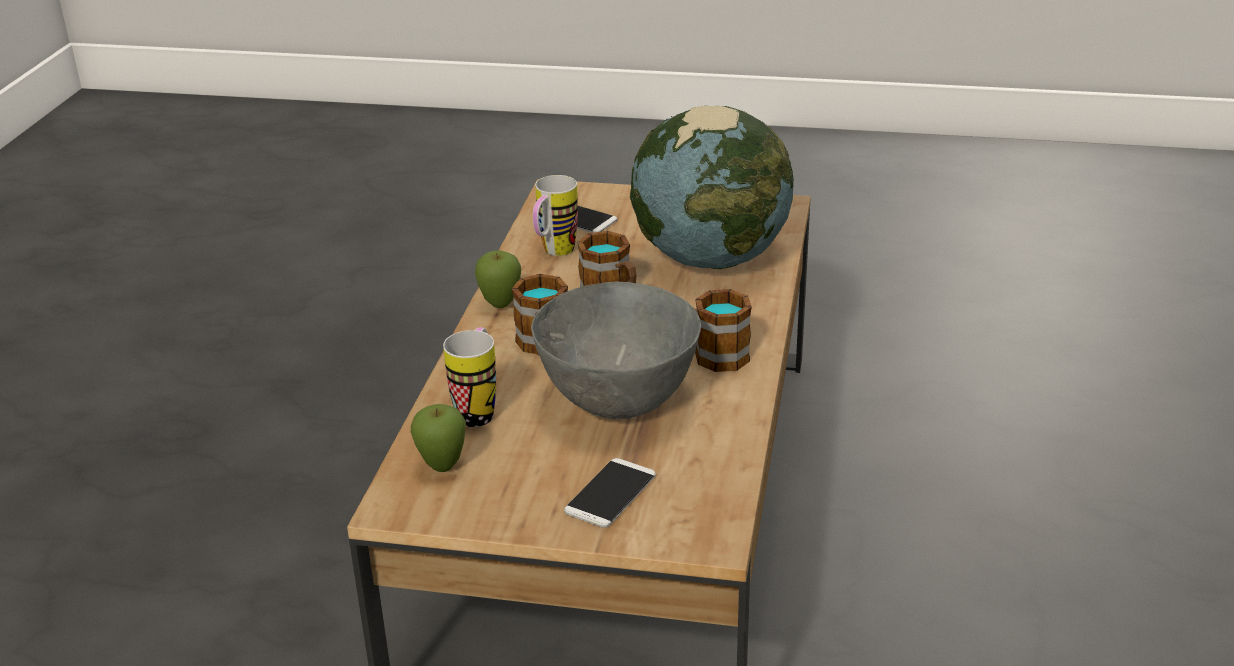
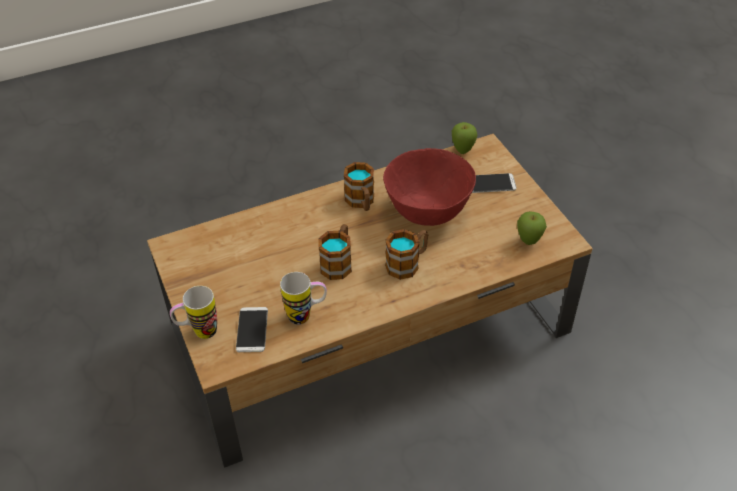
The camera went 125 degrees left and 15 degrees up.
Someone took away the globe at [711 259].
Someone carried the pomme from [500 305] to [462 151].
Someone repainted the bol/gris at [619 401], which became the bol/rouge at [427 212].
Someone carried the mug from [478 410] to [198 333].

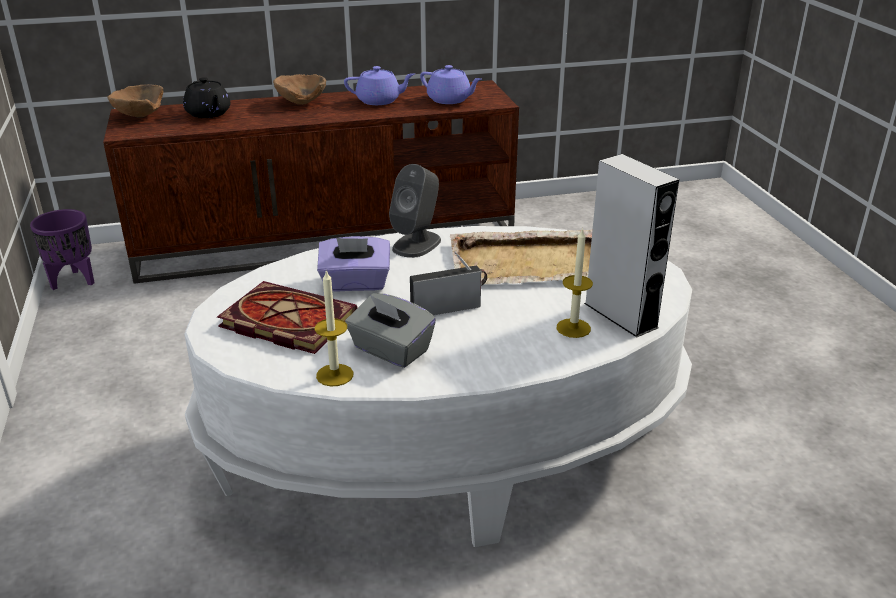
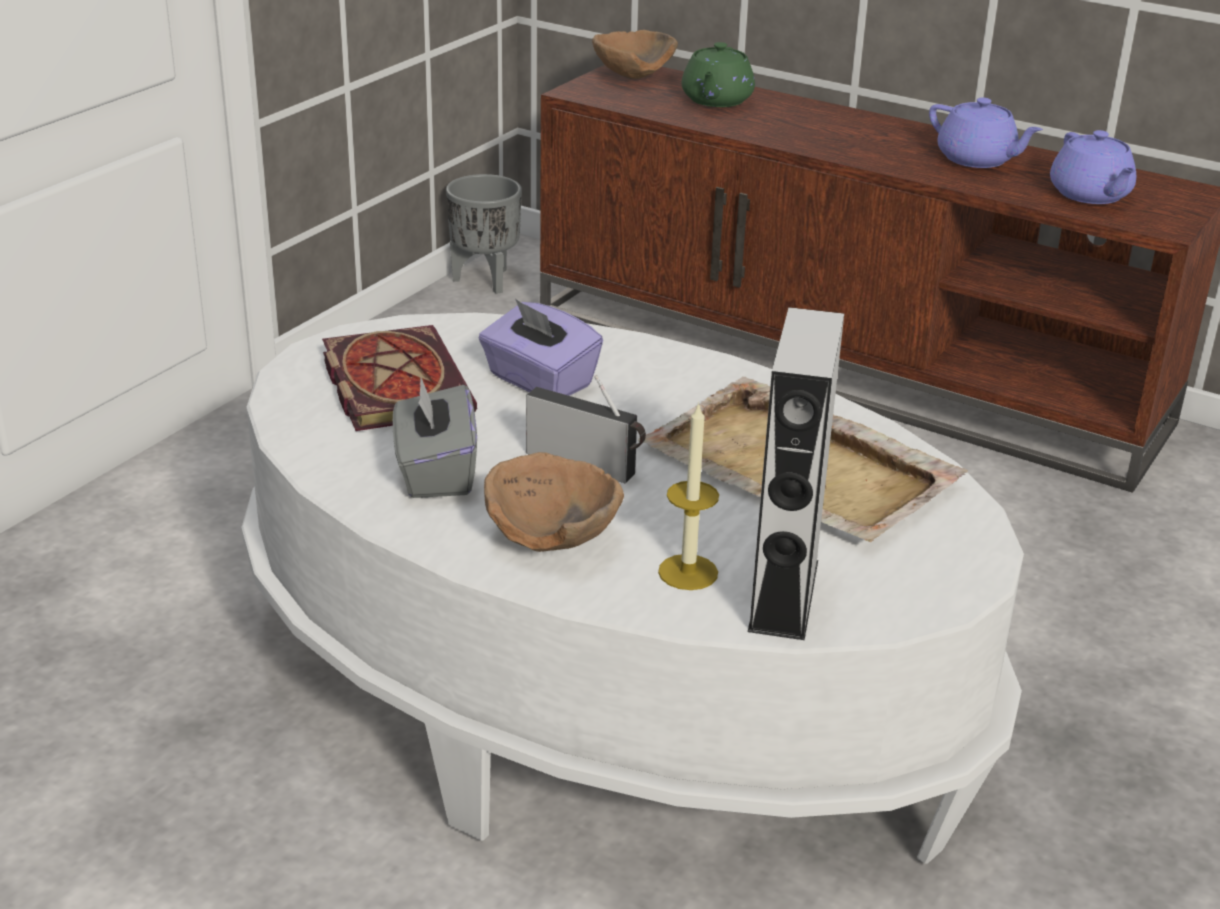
The camera went 45 degrees right and 0 degrees up.
Someone carried the bol/marron from [302 102] to [555 539].
Someone repainted the théière/noir at [208 114], which became the théière/vert at [716 100].
Someone took away the enceinte/gris at [417 244].
Someone repainted the cache-pot/violet at [73 281], which became the cache-pot/gris at [484 280].
Someone took away the bougie at [334 375].

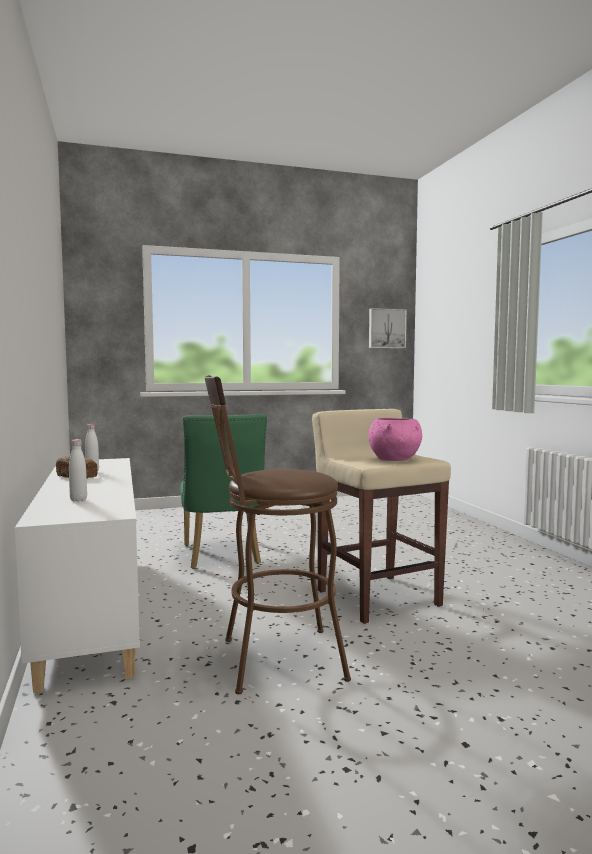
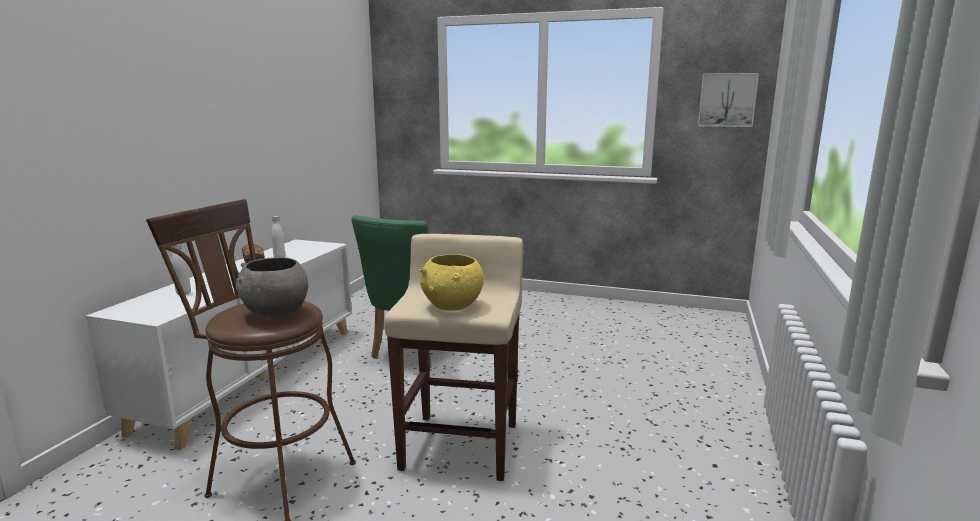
The camera went 35 degrees right and 10 degrees up.
Someone repainted the bol/rose at [395 460], which became the bol/jaune at [452 306].
Someone put down the bol/gris at [275 313].

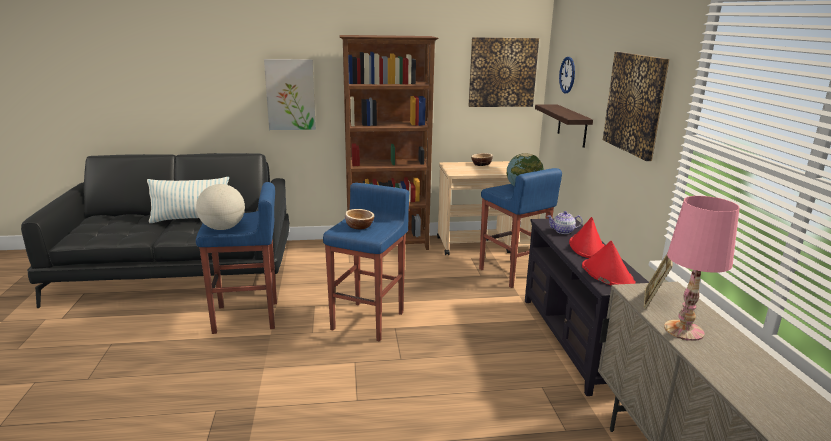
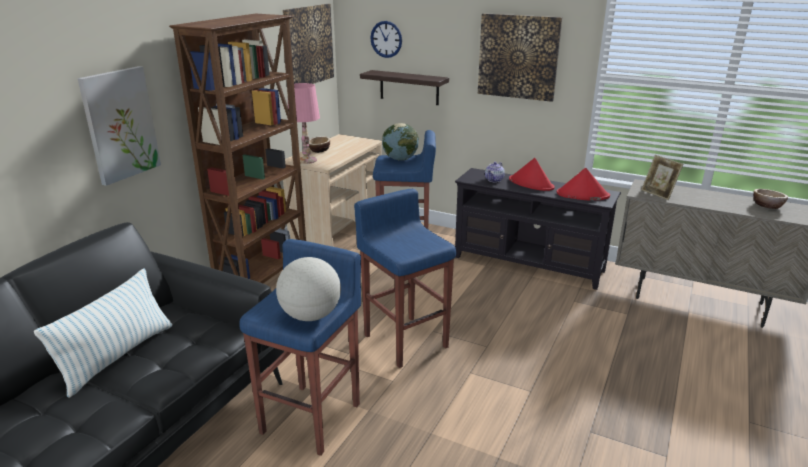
The camera went 55 degrees left and 5 degrees up.
Someone carried the lampe de table/rose from [684 330] to [307 160].
Someone carried the bol from [359 226] to [767 206].

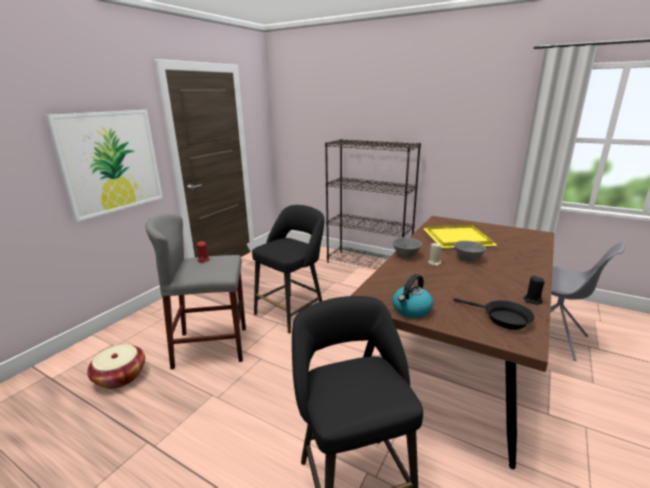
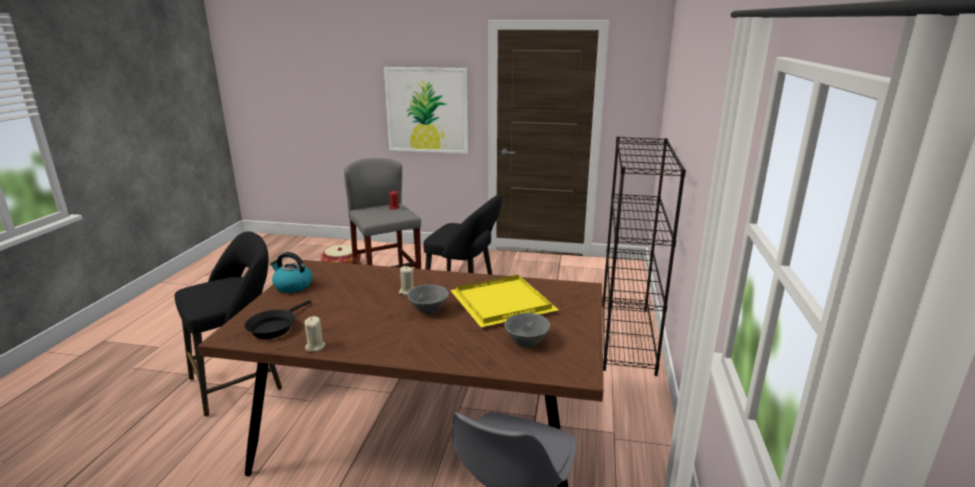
The camera went 70 degrees right and 0 degrees up.
Someone carried the bol/gris from [405 255] to [525 342].
Someone repainted the bougie/noir at [532 300], which became the bougie/beige at [315 346].

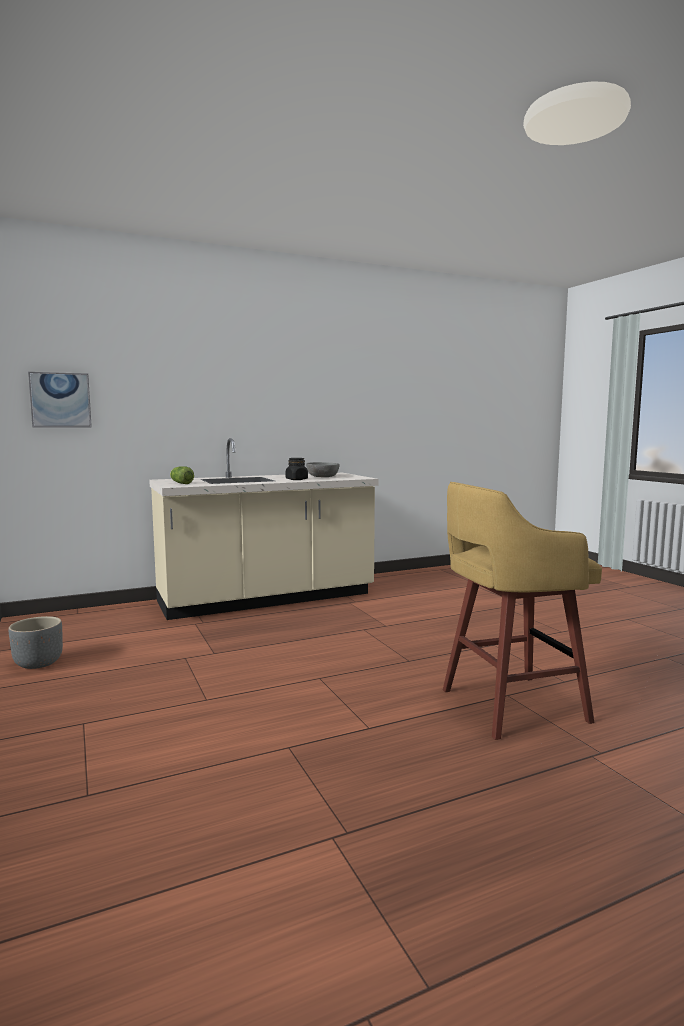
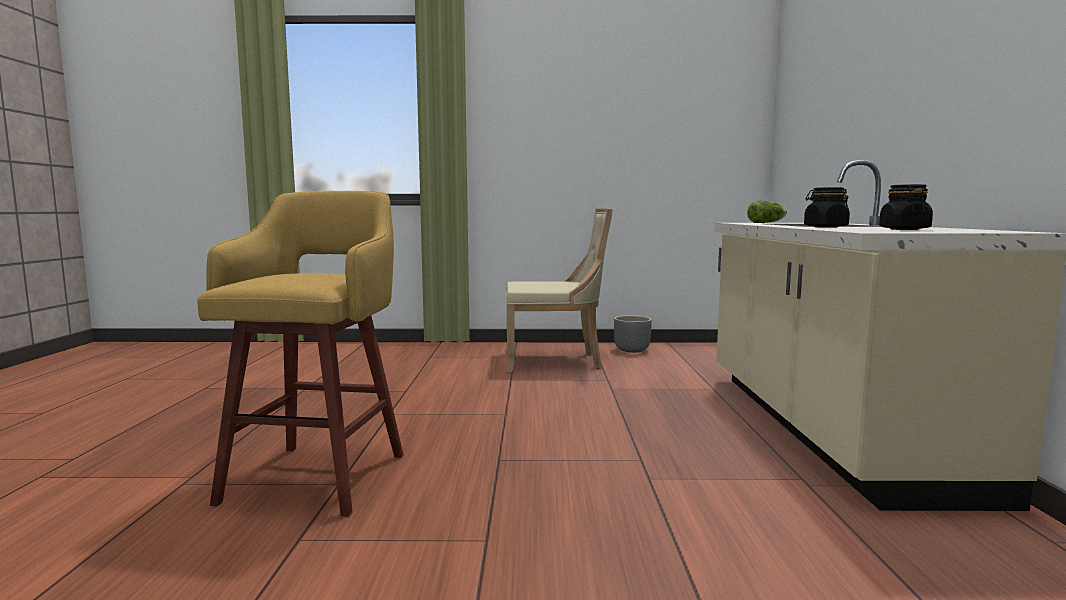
The camera went 115 degrees right and 0 degrees up.
Someone took away the tableau at [60 400].
Someone swapped the bol/gris at [323 476] for the bocal/noir at [904 229].
Someone put down the chaise/beige at [556 361].

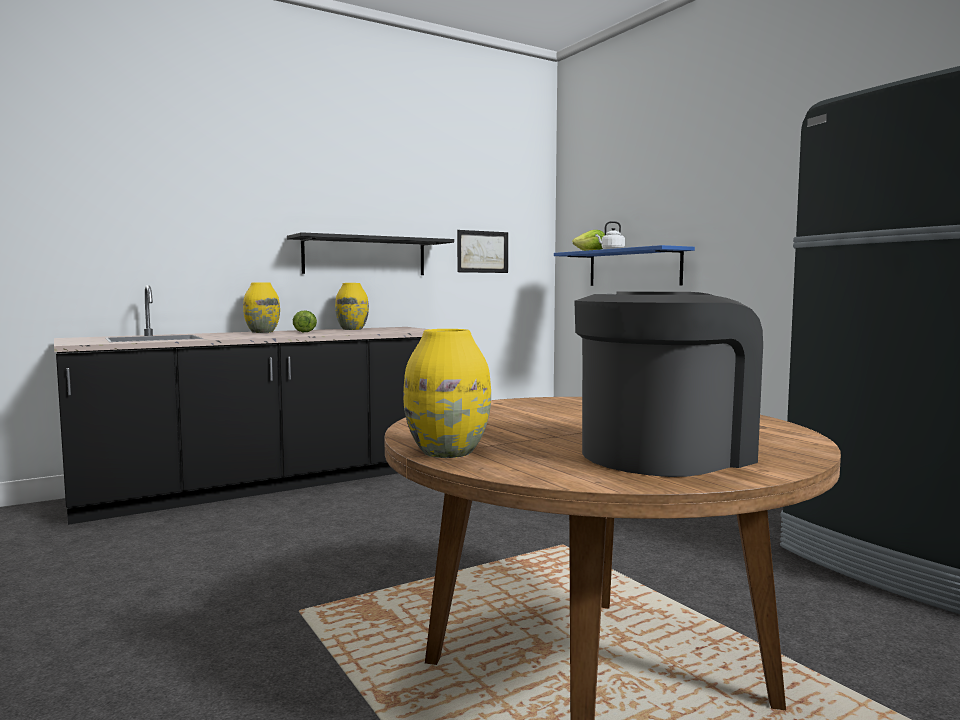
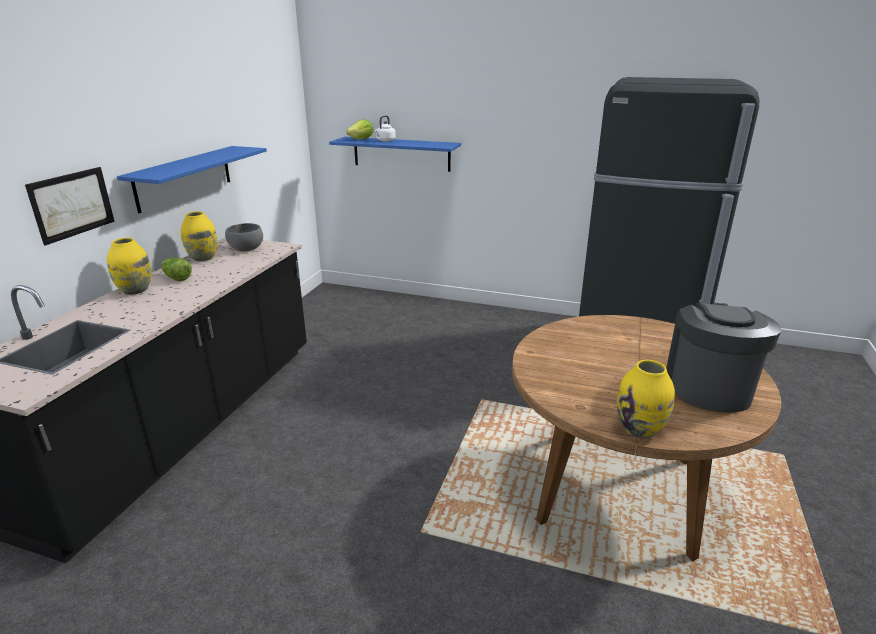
The camera went 40 degrees left and 20 degrees up.
Someone carried the tableau from [482 252] to [72 204].
Someone repainted the étagère/noir at [365 256], which became the étagère/bleu at [184 177].
Someone put down the bol/gris at [246 248].

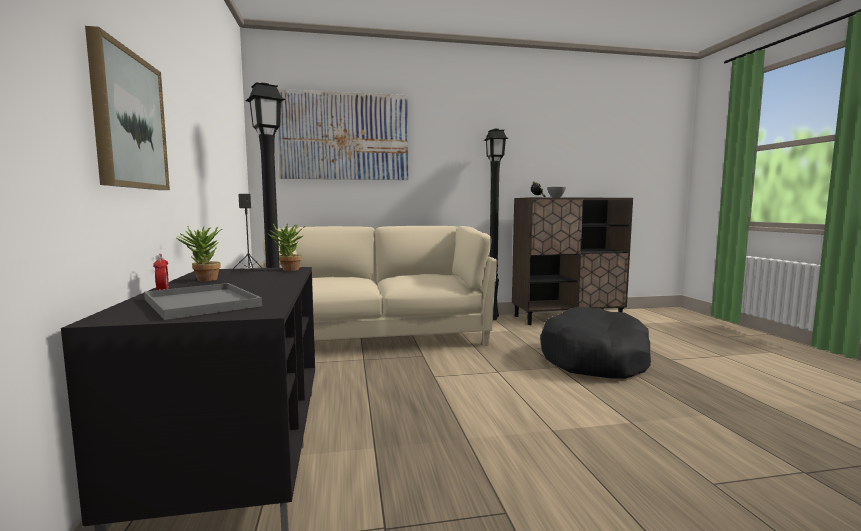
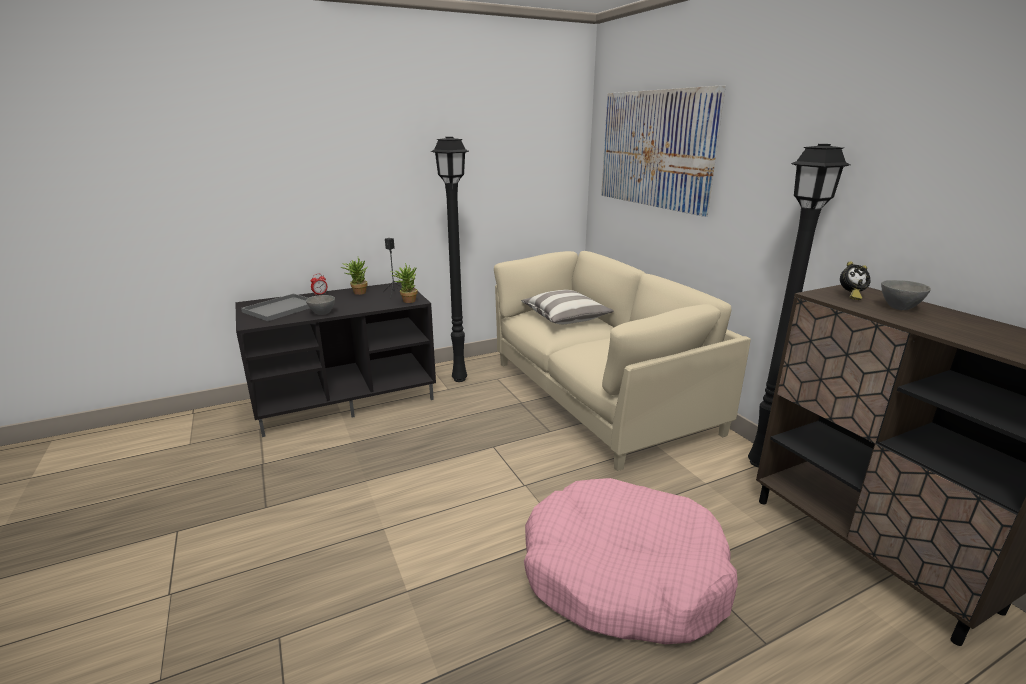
The camera went 75 degrees right and 15 degrees up.
Someone took away the tableau at [128 121].
Someone repainted the panier pour chien/noir at [595 359], which became the panier pour chien/rose at [622 575].
Someone put down the coussin at [565 318].
Someone put down the bol/gris at [322 313].

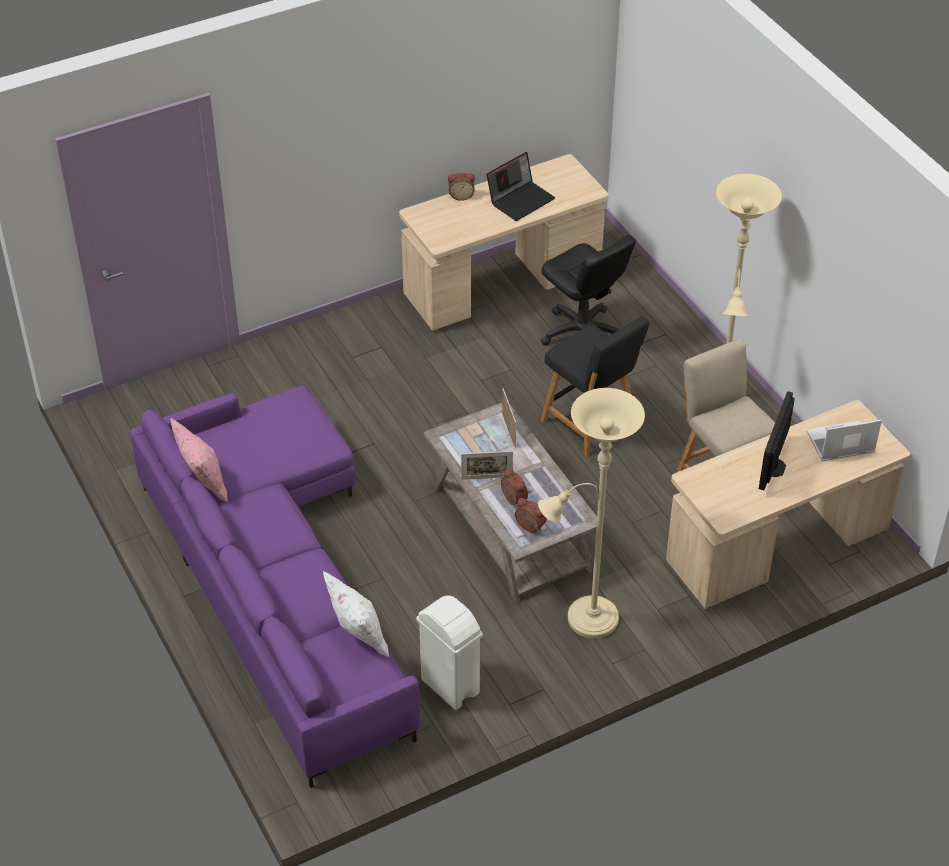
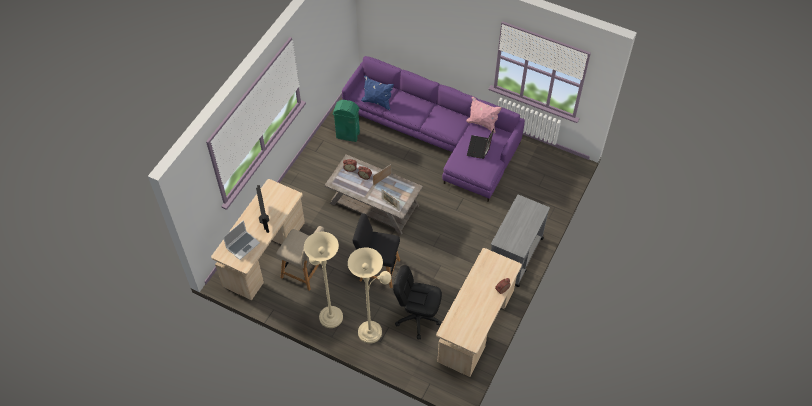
The camera went 145 degrees right and 10 degrees up.
Someone carried the ordinateur portable from [521 199] to [479 148].
Someone carried the lampadaire/beige from [586 619] to [372 330].
Someone repainted the coussin/blanc at [358 638], which became the coussin/bleu at [377 102].
Someone repainted the poubelle/blanc at [450 687], which became the poubelle/vert at [347 135].
Someone put down the chariot/gris at [515 256].

